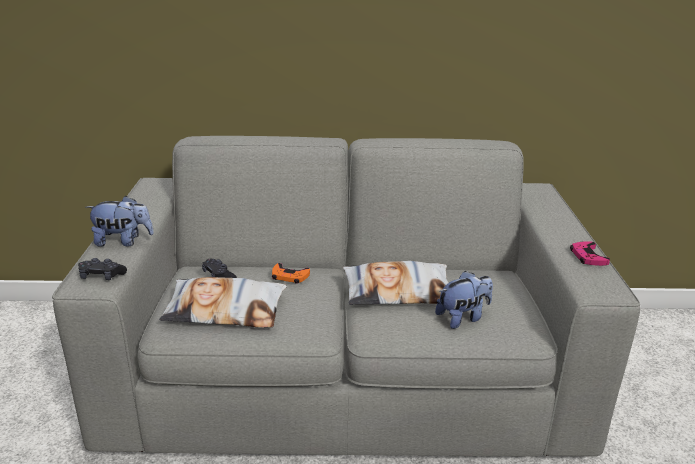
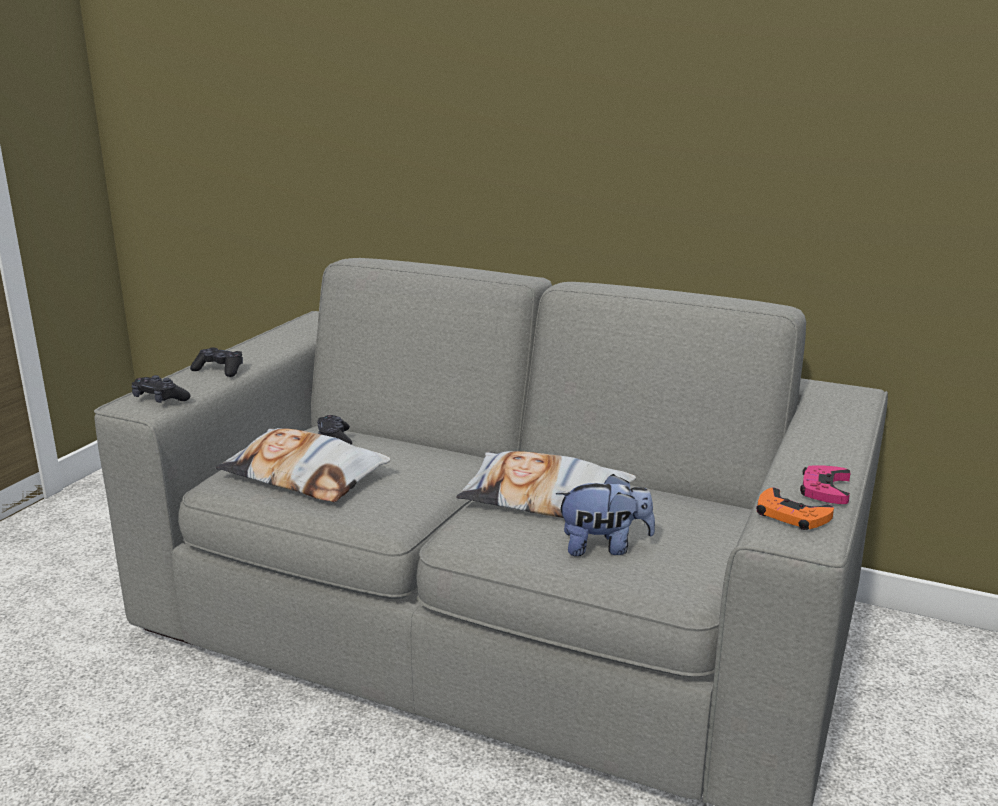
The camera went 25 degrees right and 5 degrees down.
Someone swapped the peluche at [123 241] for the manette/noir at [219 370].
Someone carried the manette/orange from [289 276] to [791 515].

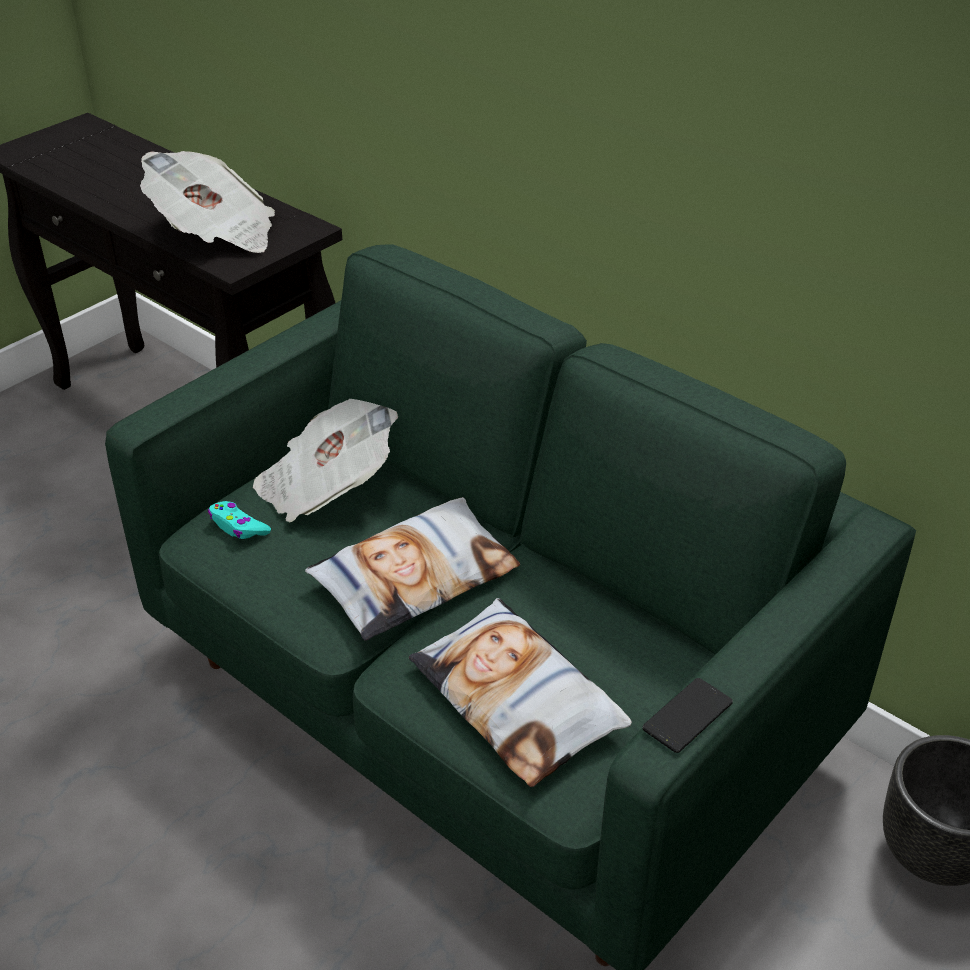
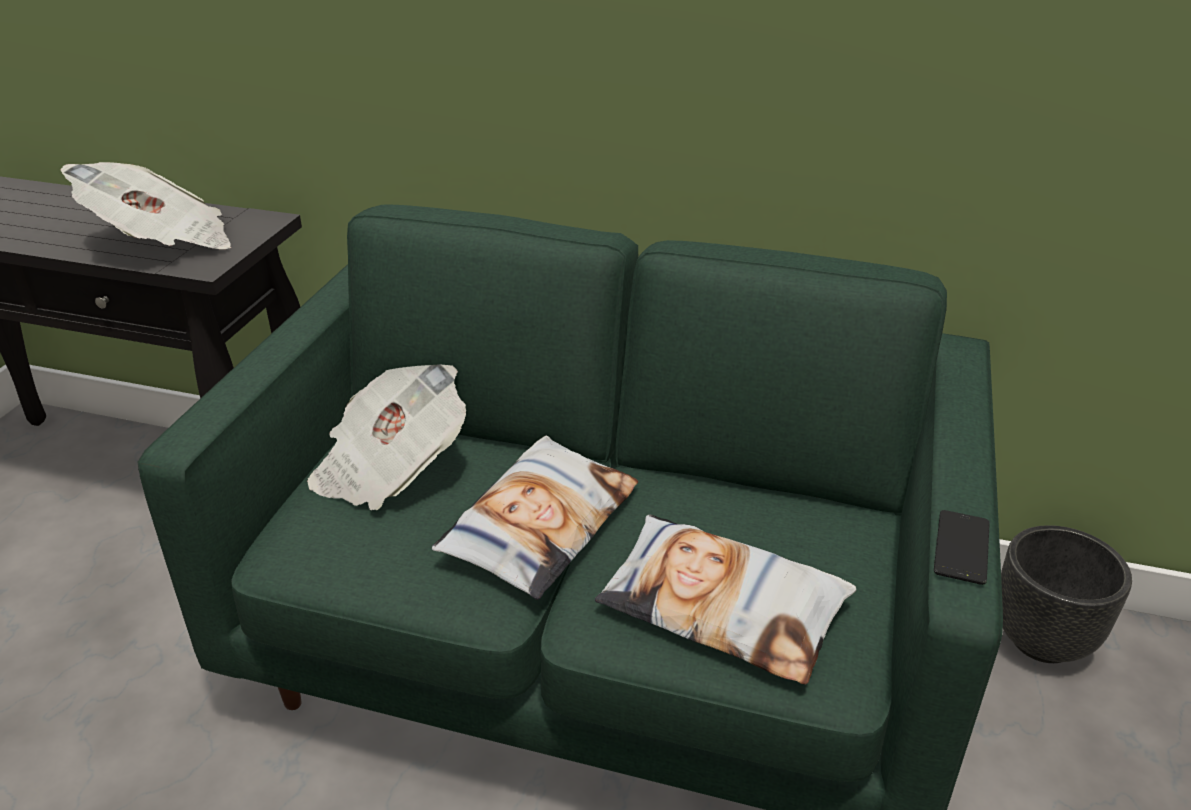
The camera went 25 degrees left and 5 degrees down.
Someone took away the manette/turquoise at [238 527].

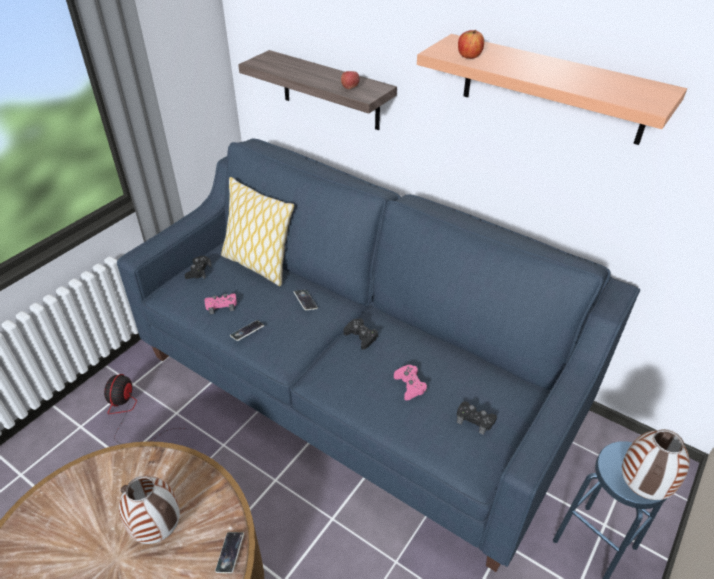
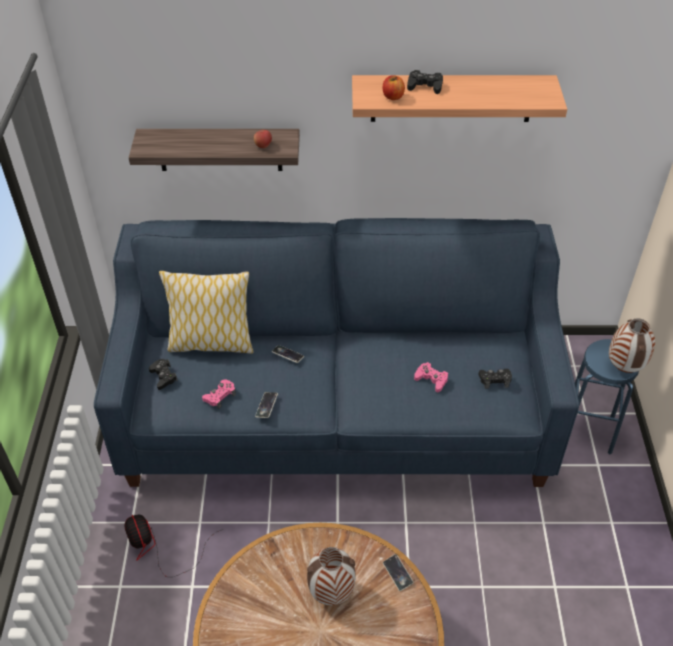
The camera went 35 degrees left and 5 degrees up.
Someone carried the manette/noir from [361 336] to [425 86].

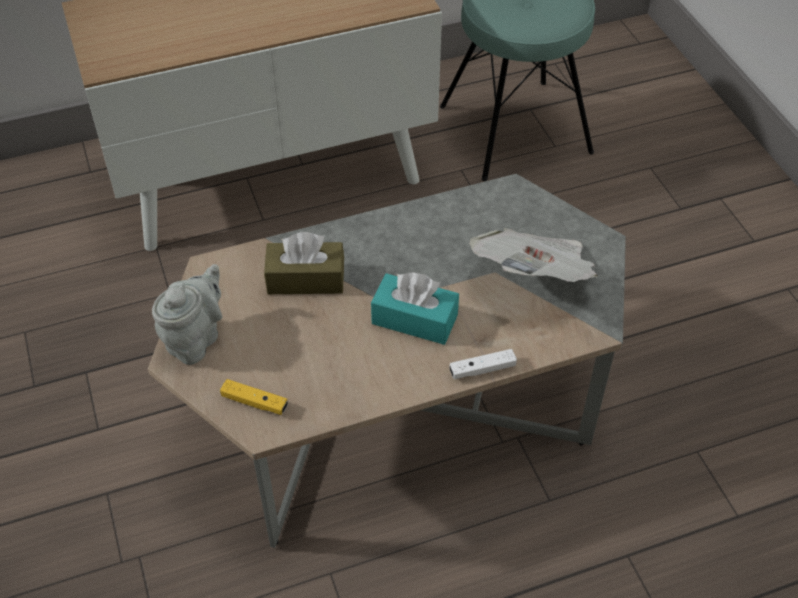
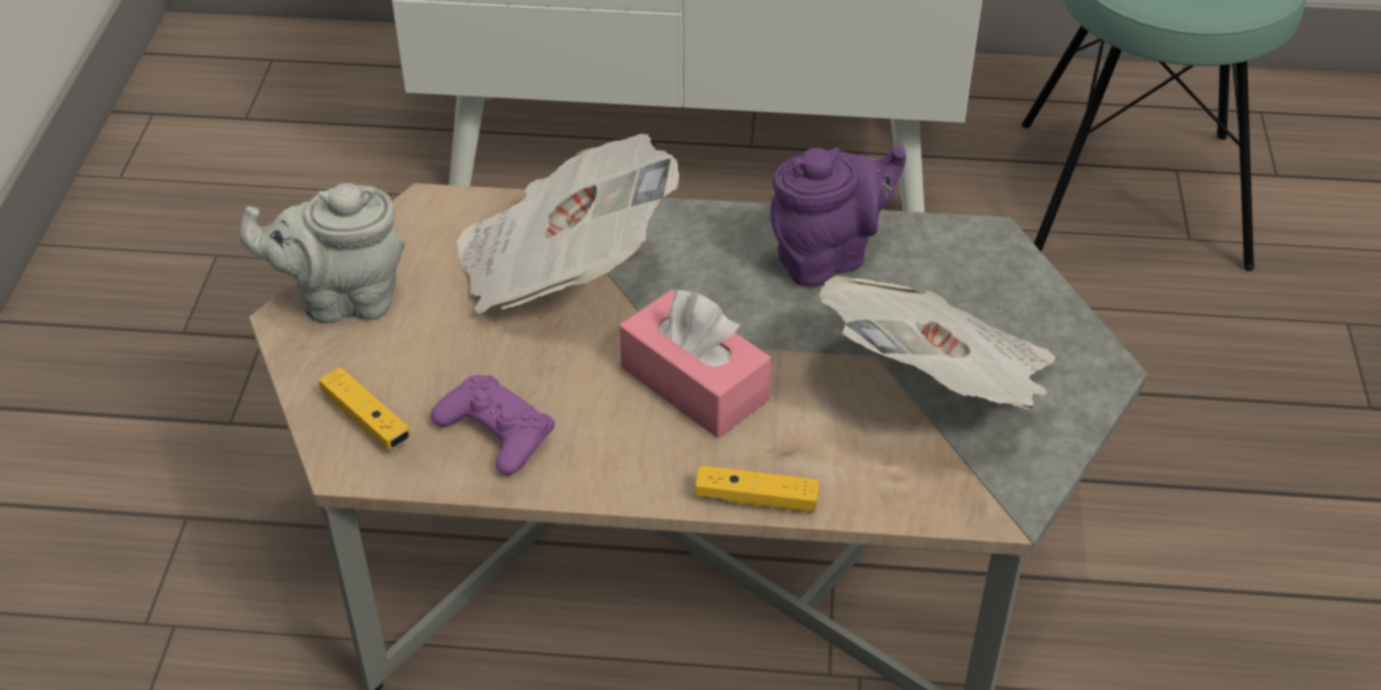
The camera went 25 degrees right and 5 degrees down.
Someone swapped the boîte à mouchoirs/marron at [305 279] for the journal at [562 268].
Someone rotated the théière/gris at [195 339] by 150 degrees counterclockwise.
Someone repainted the boîte à mouchoirs/turquoise at [414 319], which became the boîte à mouchoirs/rose at [694 383].
Someone repainted the manette/blanc at [482 369], which became the manette/jaune at [756 499].
Someone put down the théière/violet at [828 256].
Someone put down the manette/violet at [495 431].

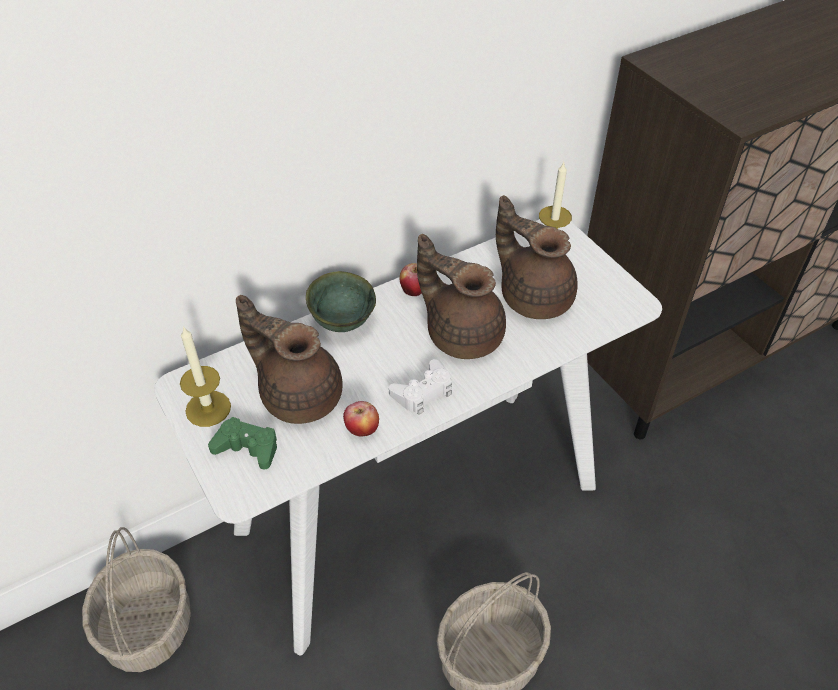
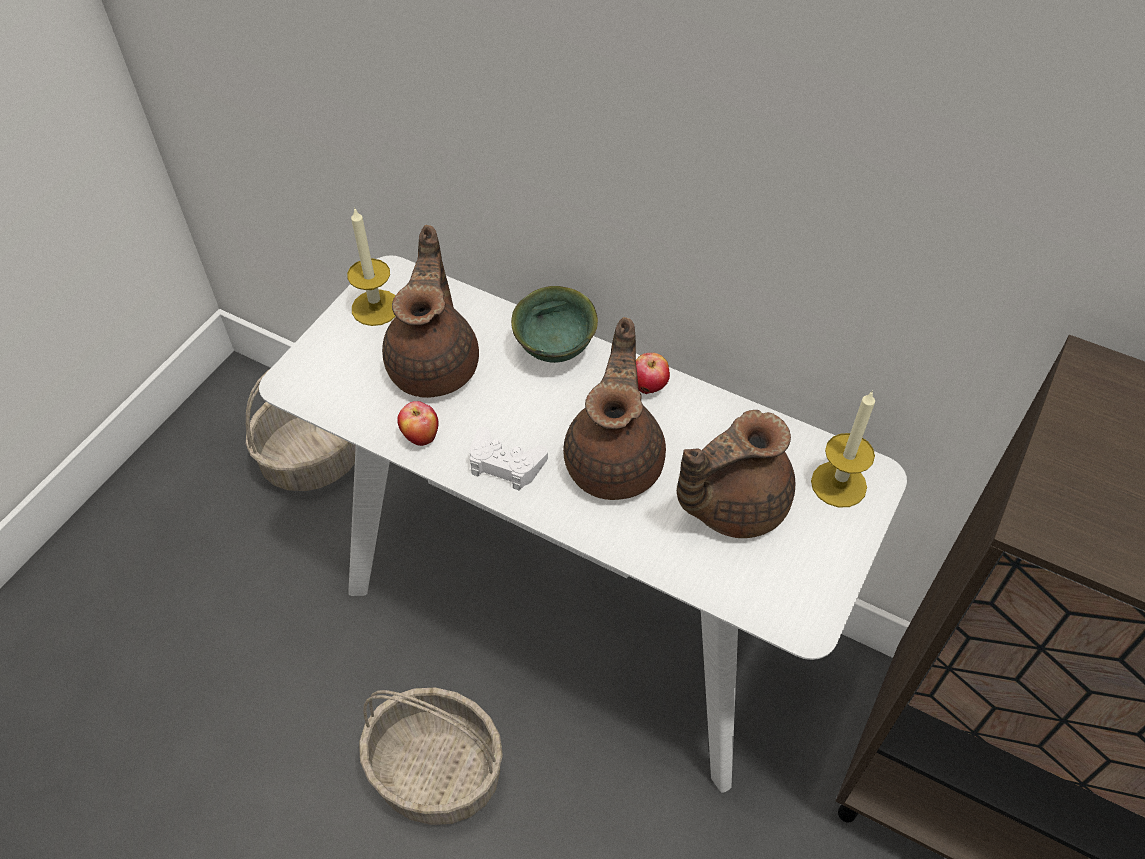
The camera went 60 degrees right and 5 degrees up.
Someone rotated the théière/marron at [534 296] by 135 degrees counterclockwise.
Someone took away the manette/vert at [247 447].

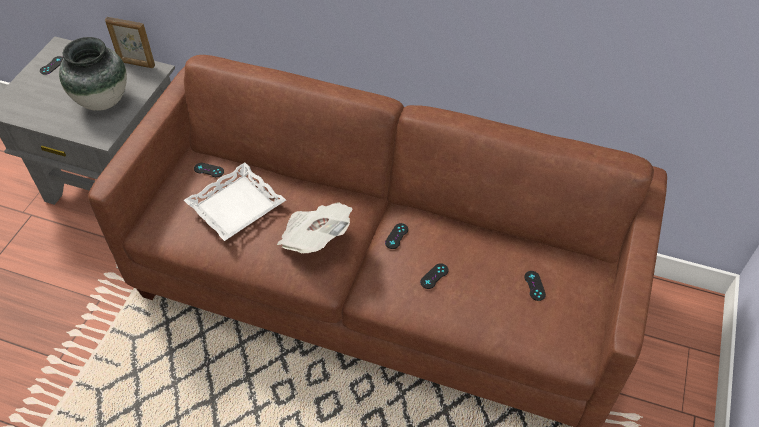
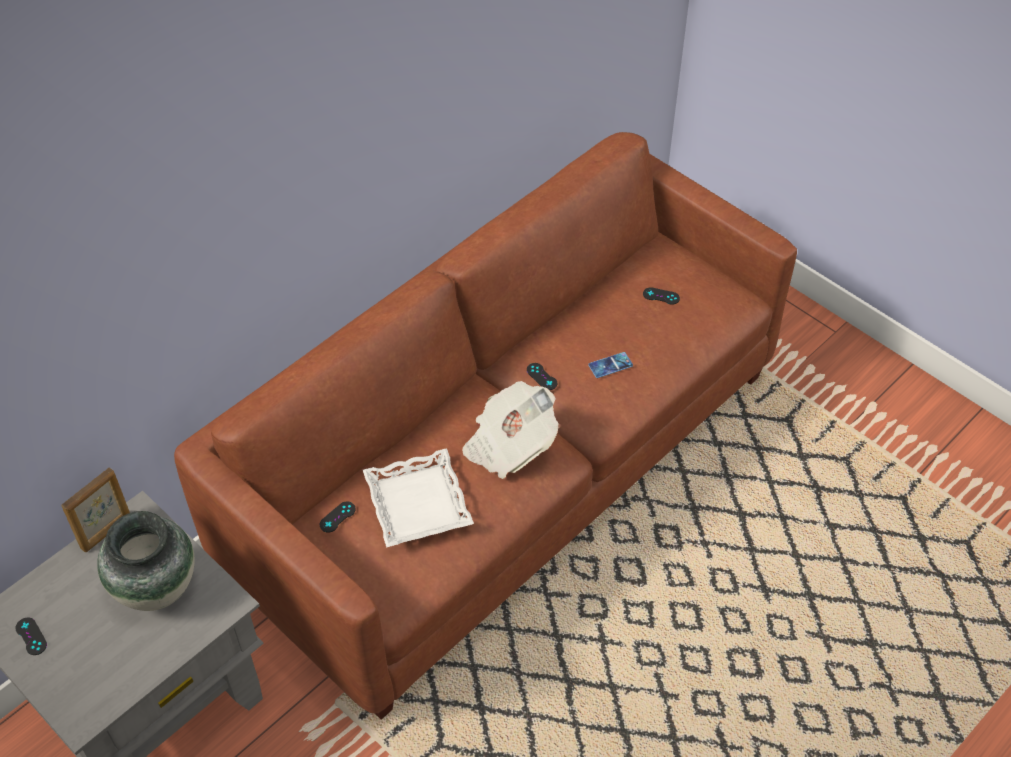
The camera went 65 degrees left and 0 degrees up.
Someone swapped the manette/noir at [434 276] for the téléphone at [610 365].

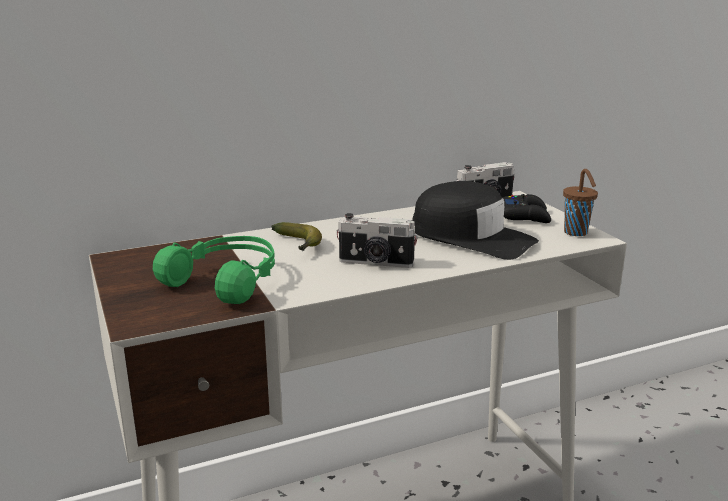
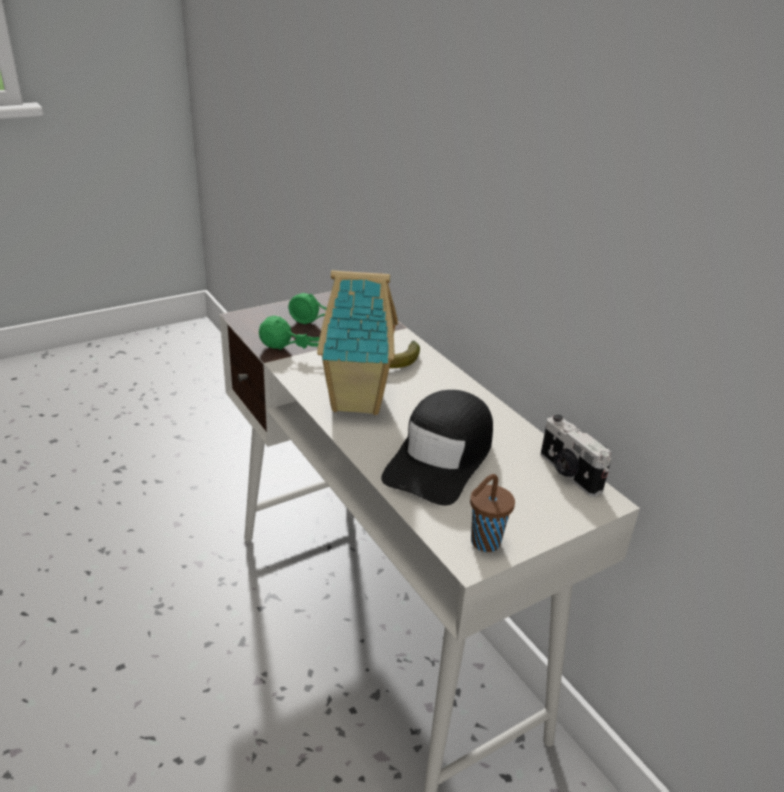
The camera went 80 degrees right and 10 degrees up.
Someone took away the manette/noir at [524 216].
Someone swapped the appareil photo at [376 263] for the maison miniature at [359 401].

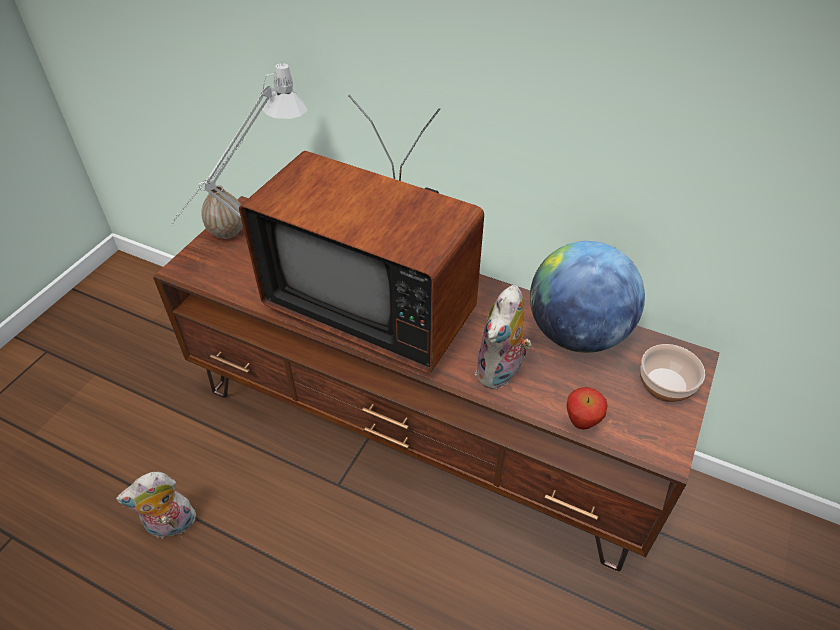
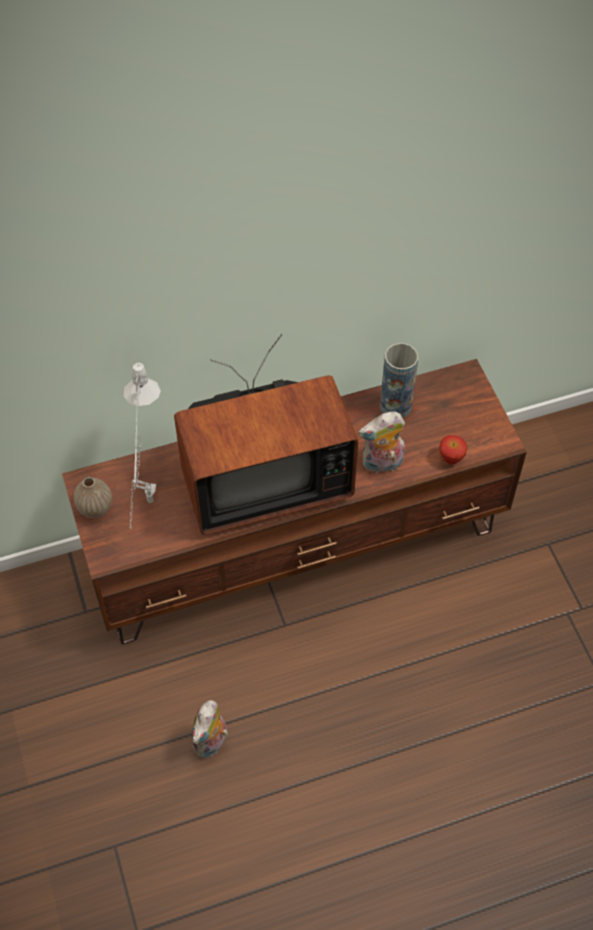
The camera went 45 degrees left and 10 degrees up.
Someone swapped the globe at [576 334] for the vase at [395 406].
Someone rotated the peluche at [500 372] by 90 degrees clockwise.
Someone took away the bol at [664 386].

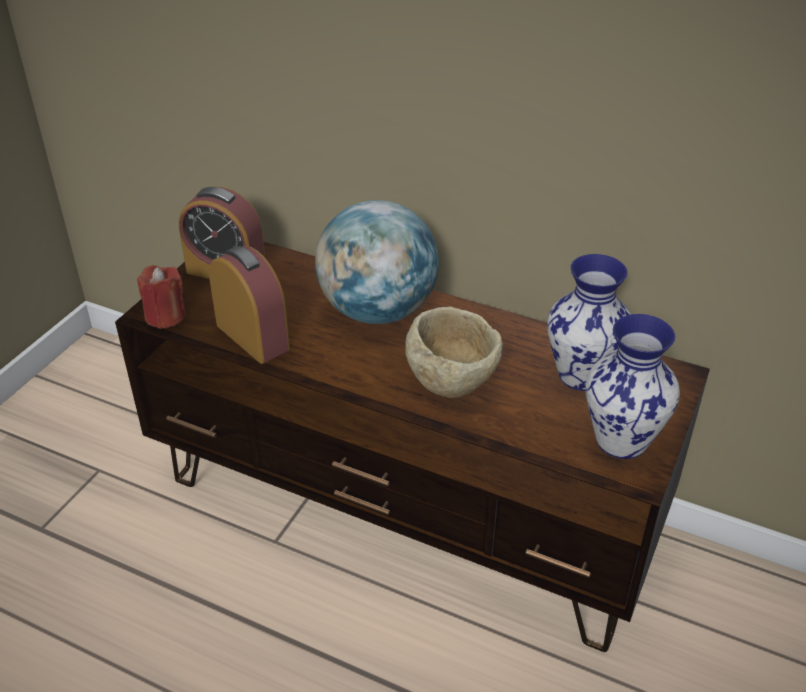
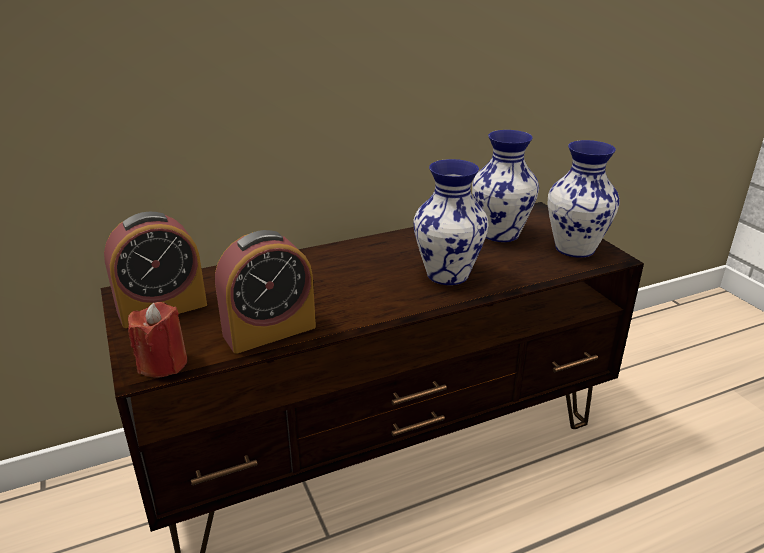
The camera went 50 degrees left and 10 degrees down.
Someone took away the globe at [377 311].
Someone rotated the réveil at [252 336] by 150 degrees clockwise.
Someone swapped the bol/beige at [453 381] for the vase at [448 274].

